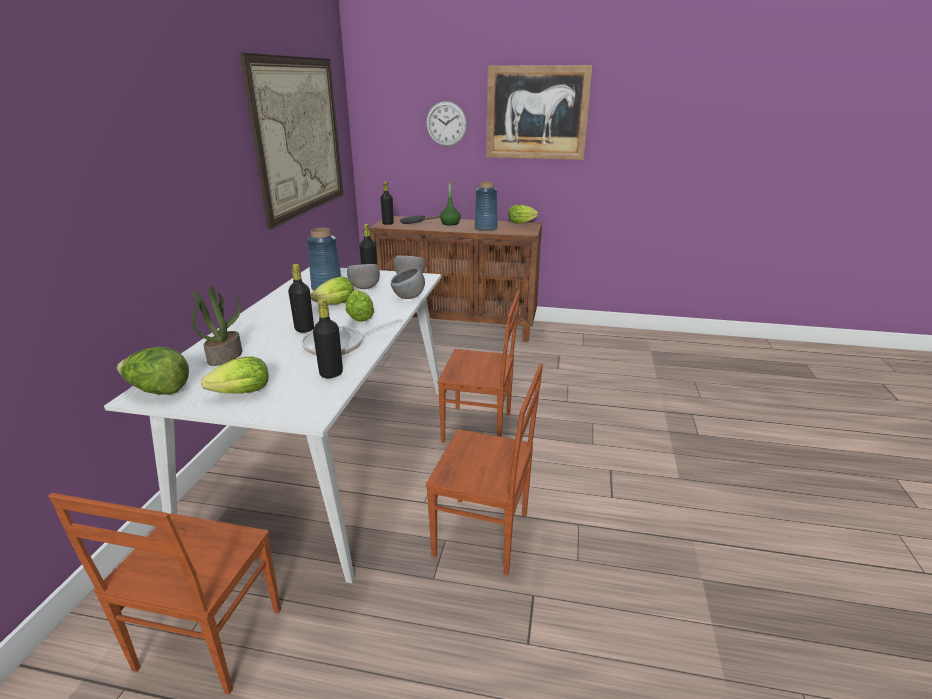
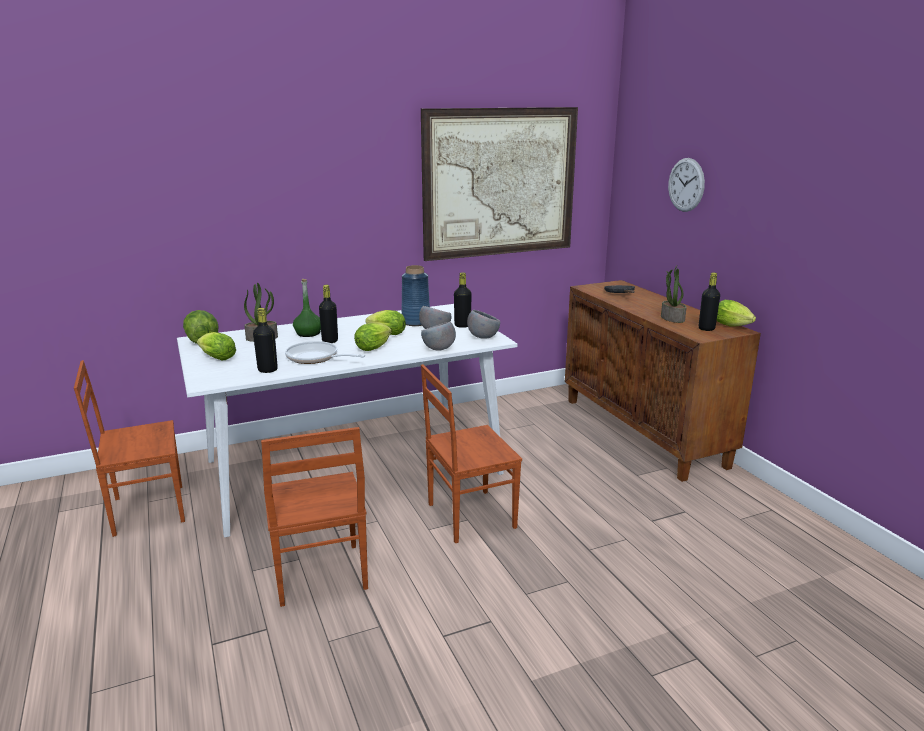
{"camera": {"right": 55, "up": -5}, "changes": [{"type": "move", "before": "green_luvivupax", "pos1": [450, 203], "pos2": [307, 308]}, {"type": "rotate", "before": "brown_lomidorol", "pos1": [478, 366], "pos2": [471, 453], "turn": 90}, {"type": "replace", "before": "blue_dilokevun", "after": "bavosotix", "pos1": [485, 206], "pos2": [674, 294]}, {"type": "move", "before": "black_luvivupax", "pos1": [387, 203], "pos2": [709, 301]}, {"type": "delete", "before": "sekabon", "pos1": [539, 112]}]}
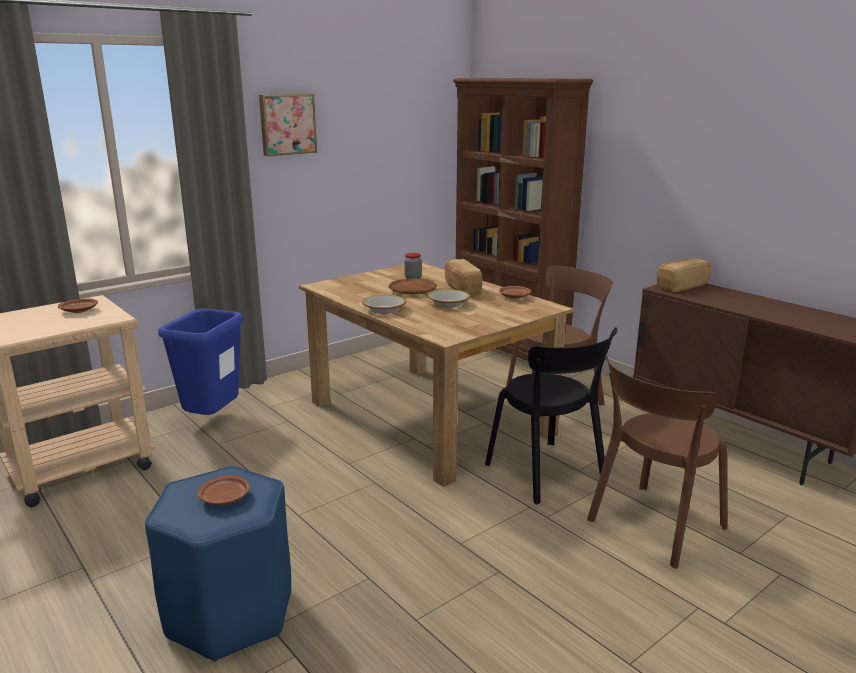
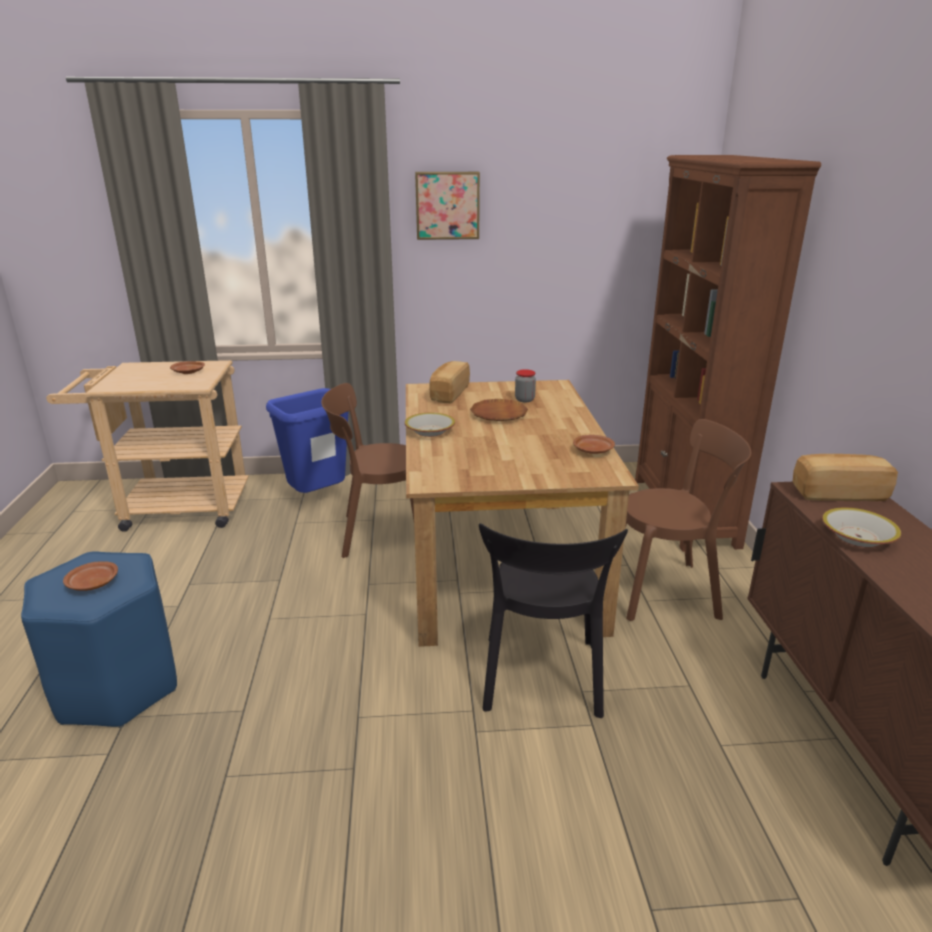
{"camera": {"right": 35, "up": 5}, "changes": [{"type": "move", "before": "brown_lomidorol", "pos1": [657, 462], "pos2": [367, 470]}, {"type": "move", "before": "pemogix", "pos1": [463, 277], "pos2": [449, 382]}, {"type": "move", "before": "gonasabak", "pos1": [448, 298], "pos2": [861, 527]}]}
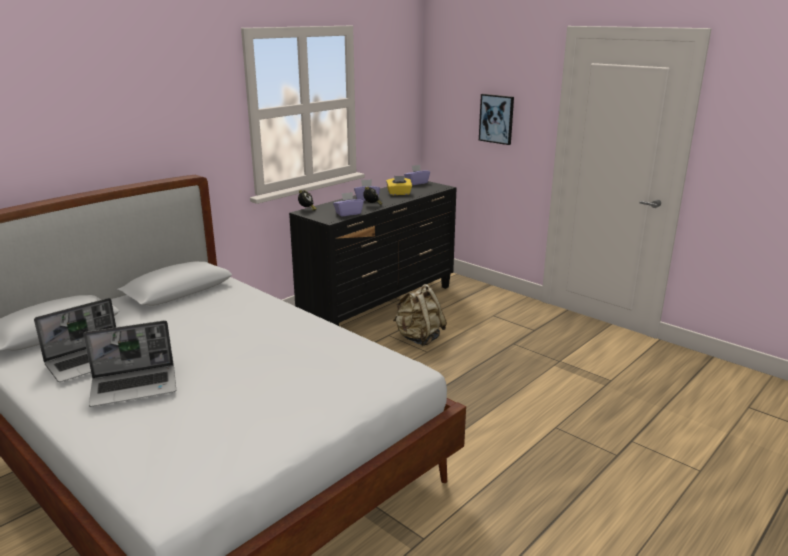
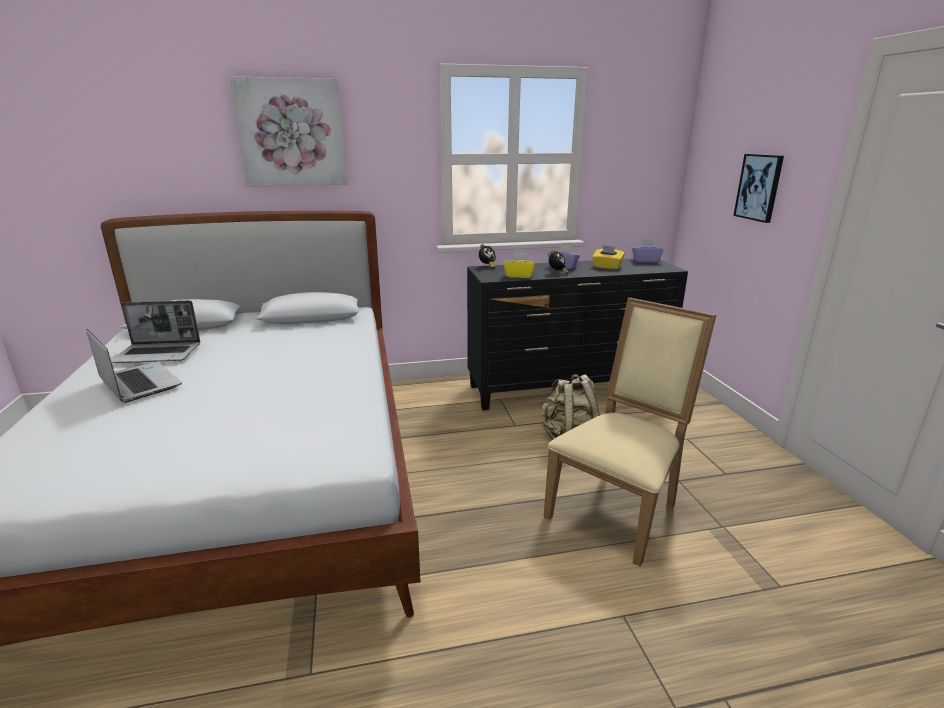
{"camera": {"right": 35, "up": 0}, "changes": [{"type": "rotate", "before": "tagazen", "pos1": [129, 363], "pos2": [134, 366], "turn": -150}, {"type": "insert", "after": "sekabon", "pos2": [288, 132]}, {"type": "recolor", "before": "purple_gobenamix", "after": "yellow_gobenamix", "pos1": [348, 204], "pos2": [519, 265]}, {"type": "insert", "after": "beige_lomidorol", "pos2": [630, 432]}]}
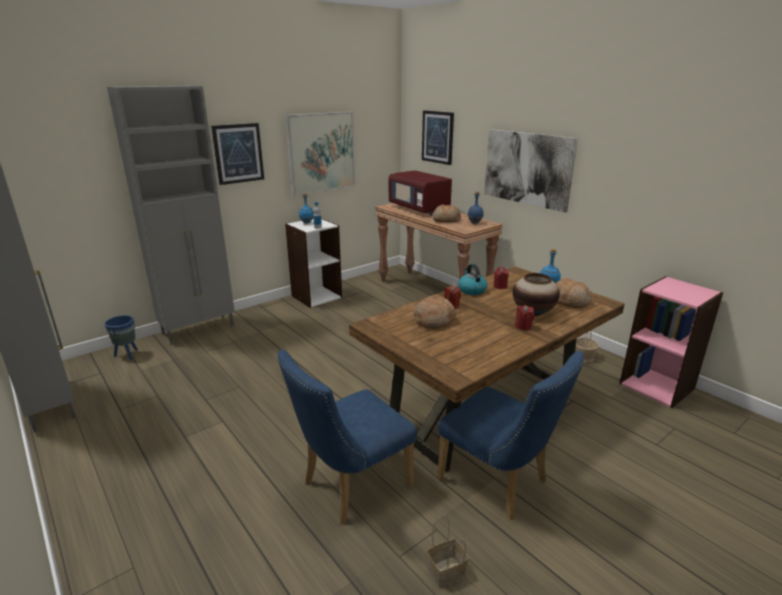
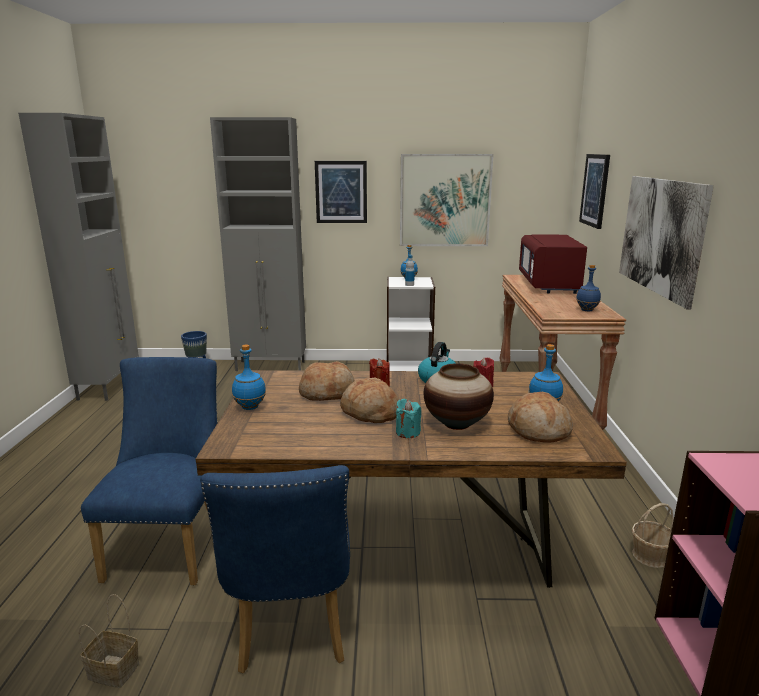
{"camera": {"right": 40, "up": -5}, "changes": [{"type": "rotate", "before": "blue_lomidorol", "pos1": [347, 437], "pos2": [149, 471], "turn": 90}, {"type": "insert", "after": "blue_luvivupax", "pos2": [249, 377]}, {"type": "move", "before": "pemogix", "pos1": [446, 213], "pos2": [369, 400]}, {"type": "recolor", "before": "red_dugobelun", "after": "turquoise_dugobelun", "pos1": [524, 317], "pos2": [408, 418]}]}
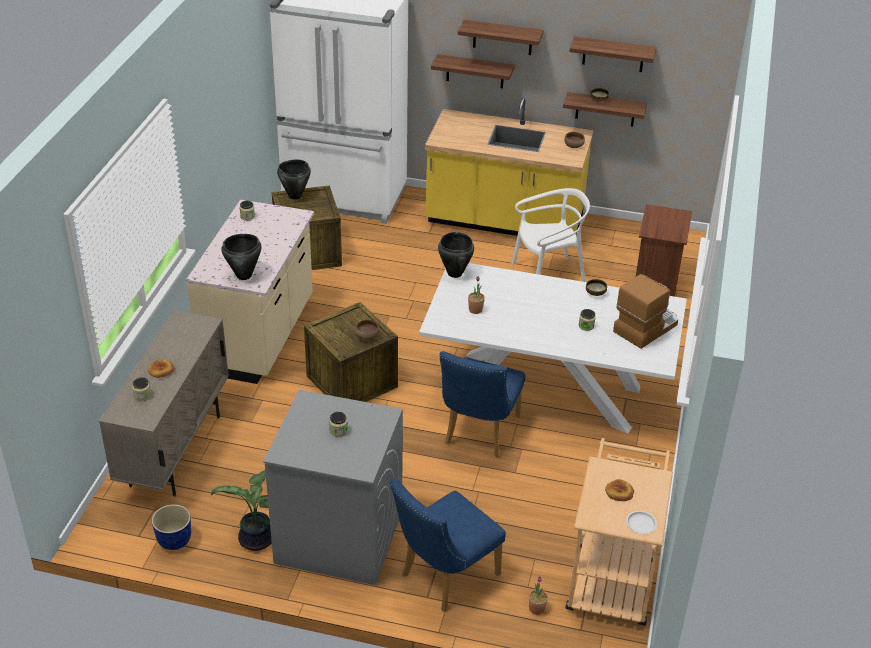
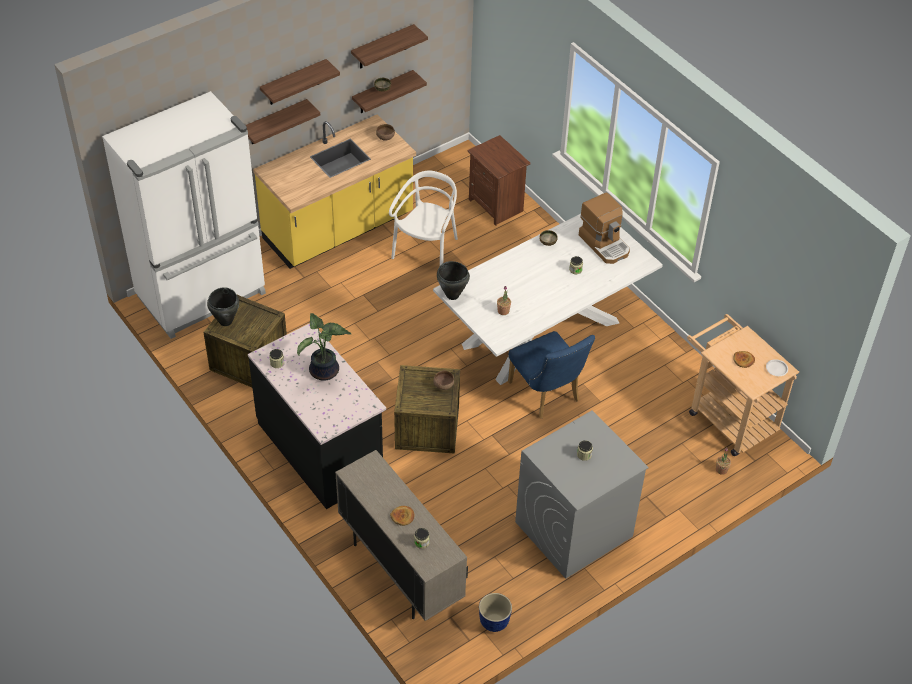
{"camera": {"right": -50, "up": 10}, "changes": [{"type": "recolor", "before": "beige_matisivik", "after": "black_matisivik", "pos1": [250, 292], "pos2": [317, 416]}, {"type": "move", "before": "bavosotix", "pos1": [241, 510], "pos2": [324, 347]}, {"type": "rotate", "before": "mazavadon", "pos1": [645, 311], "pos2": [604, 228], "turn": 150}, {"type": "delete", "before": "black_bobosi", "pos1": [242, 257]}, {"type": "delete", "before": "blue_lomidorol", "pos1": [448, 544]}]}
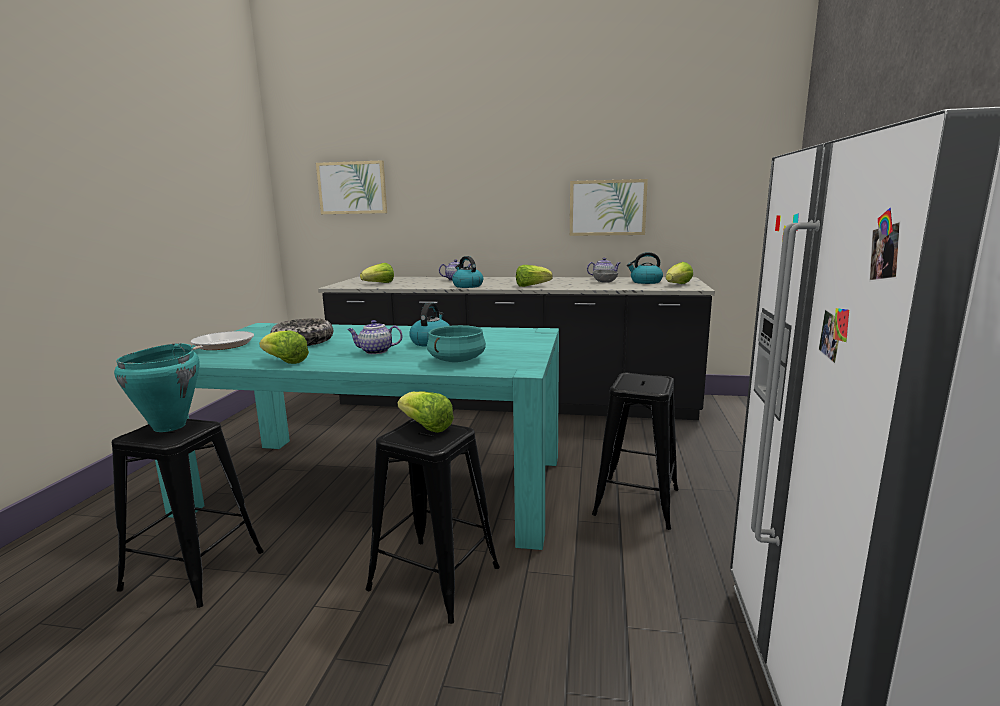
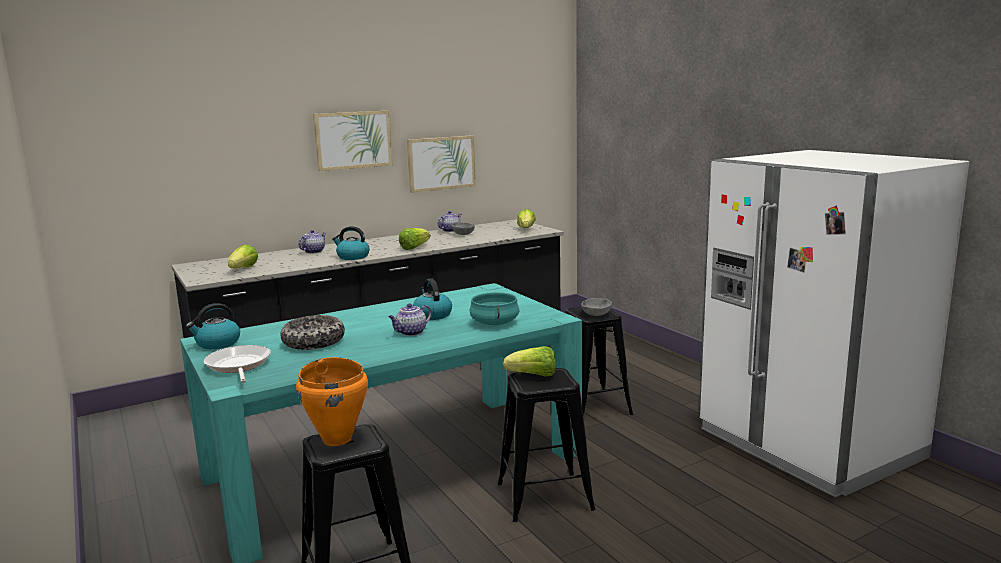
{"camera": {"right": -40, "up": 0}, "changes": [{"type": "move", "before": "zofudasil", "pos1": [645, 268], "pos2": [213, 326]}, {"type": "recolor", "before": "turquoise_bobosi", "after": "orange_bobosi", "pos1": [157, 387], "pos2": [332, 401]}, {"type": "move", "before": "sekabon", "pos1": [351, 187], "pos2": [353, 141]}, {"type": "insert", "after": "grey_gonasabak", "pos2": [596, 307]}, {"type": "delete", "before": "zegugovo", "pos1": [284, 347]}]}
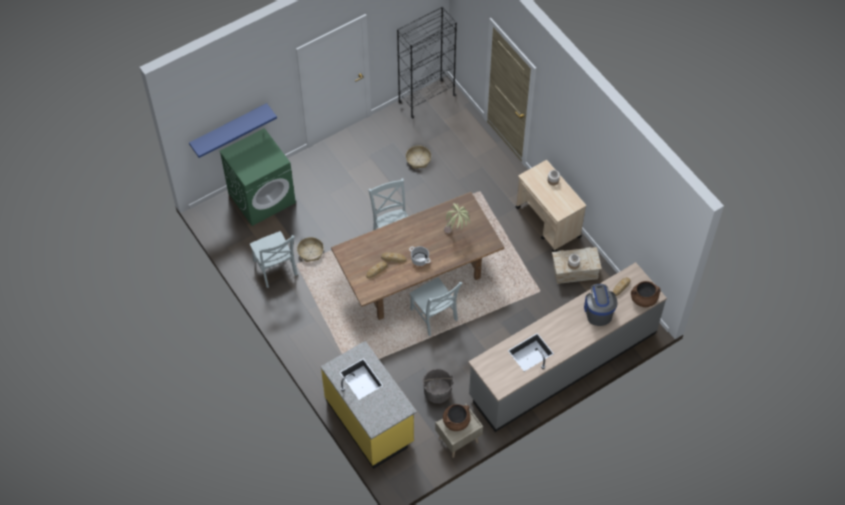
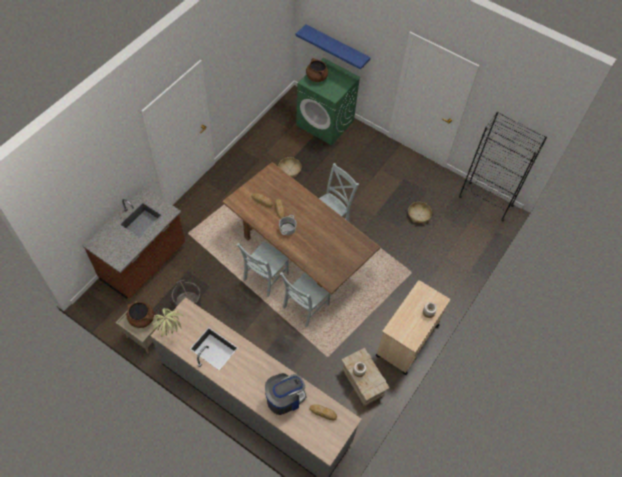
{"camera": {"right": 65, "up": 0}, "changes": [{"type": "recolor", "before": "yellow_matisivik", "after": "brown_matisivik", "pos1": [368, 405], "pos2": [134, 243]}, {"type": "move", "before": "bavosotix", "pos1": [457, 218], "pos2": [168, 322]}, {"type": "move", "before": "grey_lomidorol", "pos1": [274, 259], "pos2": [304, 300]}, {"type": "move", "before": "brown_bobosi", "pos1": [645, 294], "pos2": [317, 70]}]}
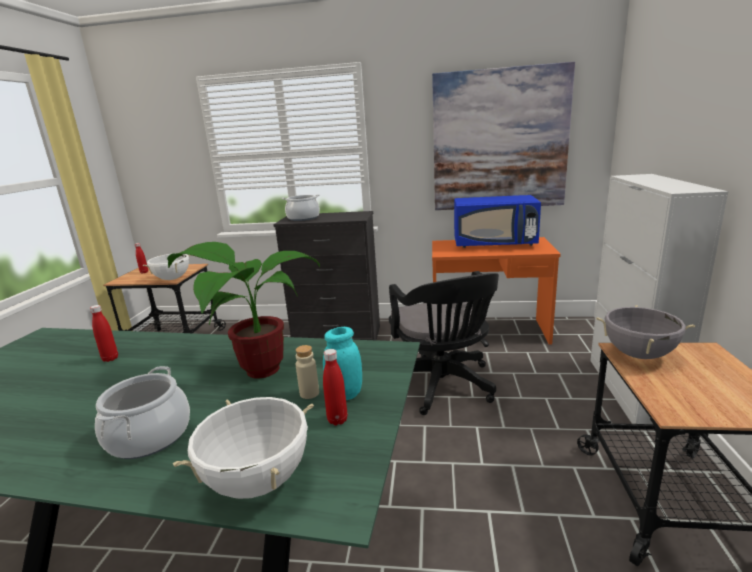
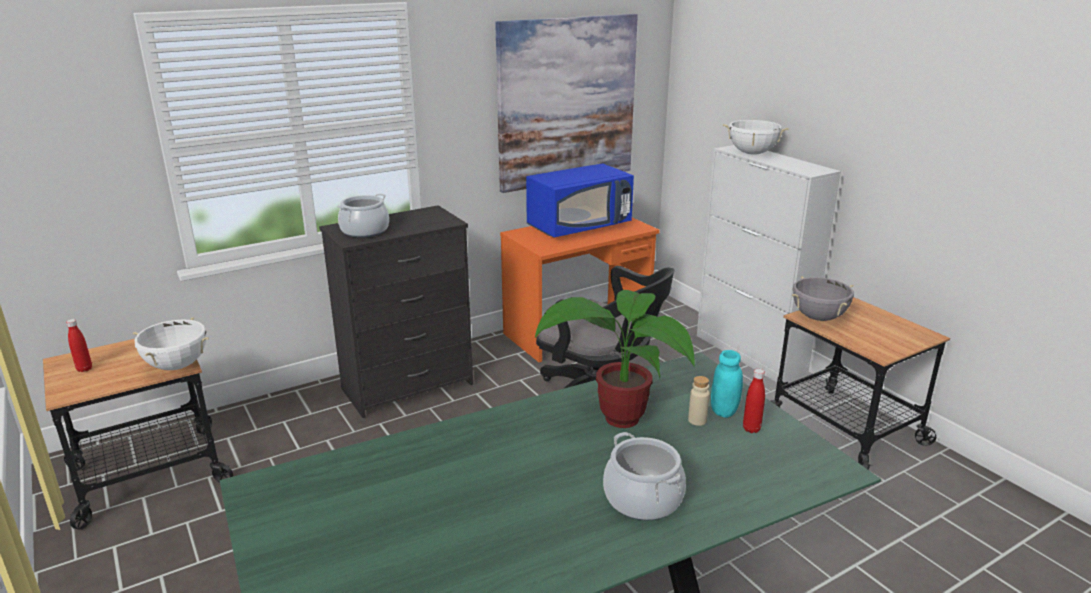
{"camera": {"right": -40, "up": 5}, "changes": [{"type": "move", "before": "white_bobosi", "pos1": [243, 448], "pos2": [756, 137]}, {"type": "delete", "before": "red_luvivupax", "pos1": [104, 333]}]}
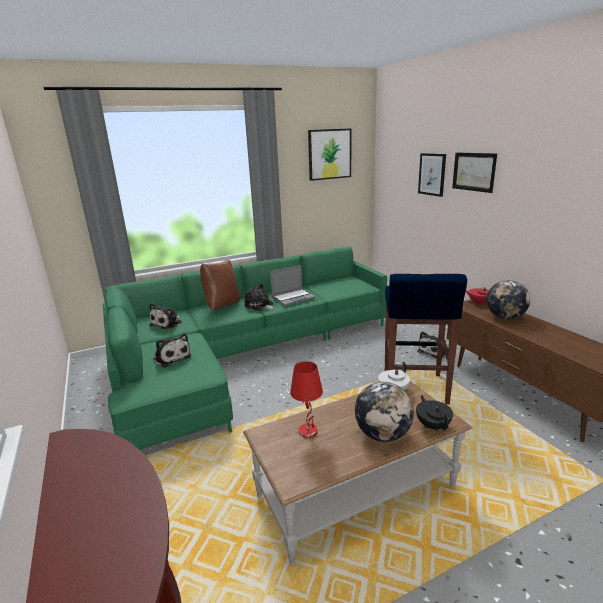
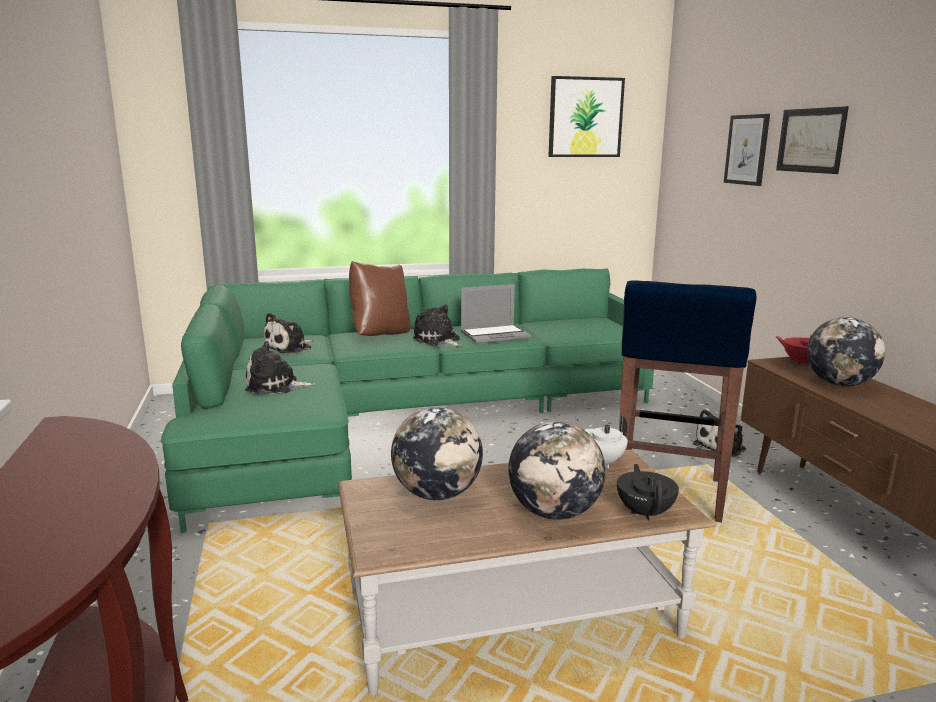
{"camera": {"right": 10, "up": -5}, "changes": [{"type": "rotate", "before": "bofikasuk", "pos1": [172, 350], "pos2": [280, 367], "turn": 120}, {"type": "replace", "before": "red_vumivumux", "after": "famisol", "pos1": [306, 399], "pos2": [437, 453]}]}
